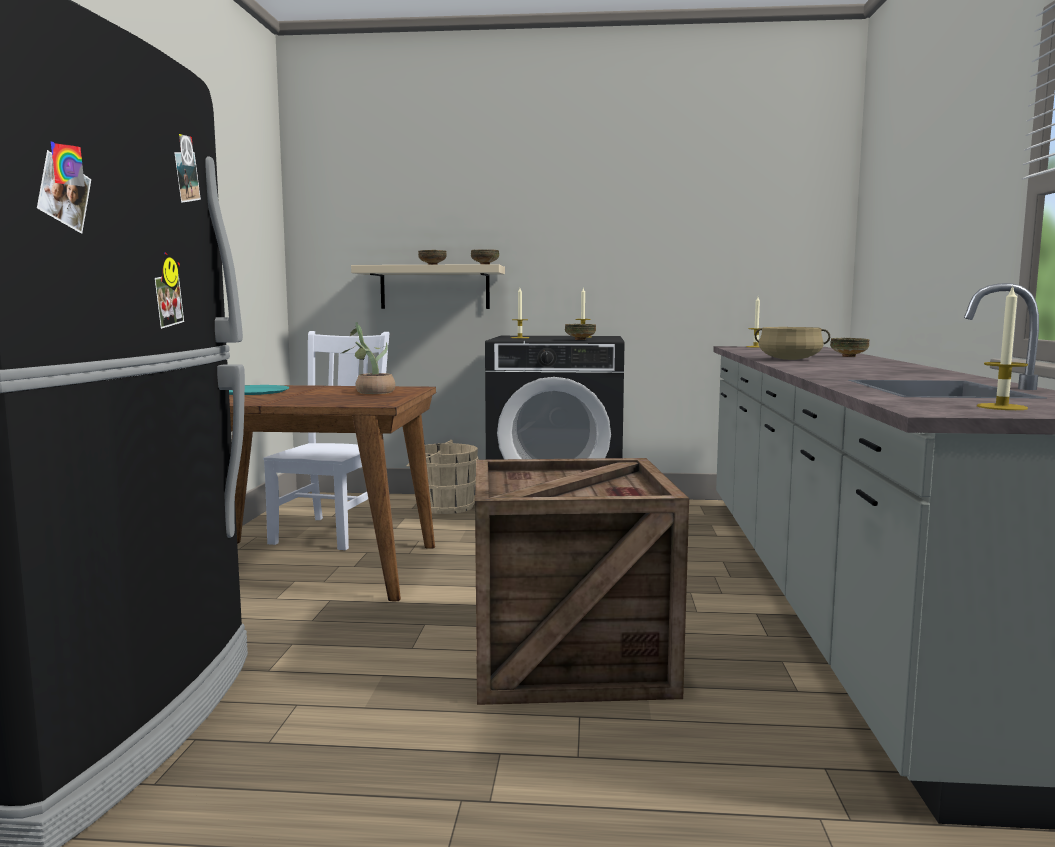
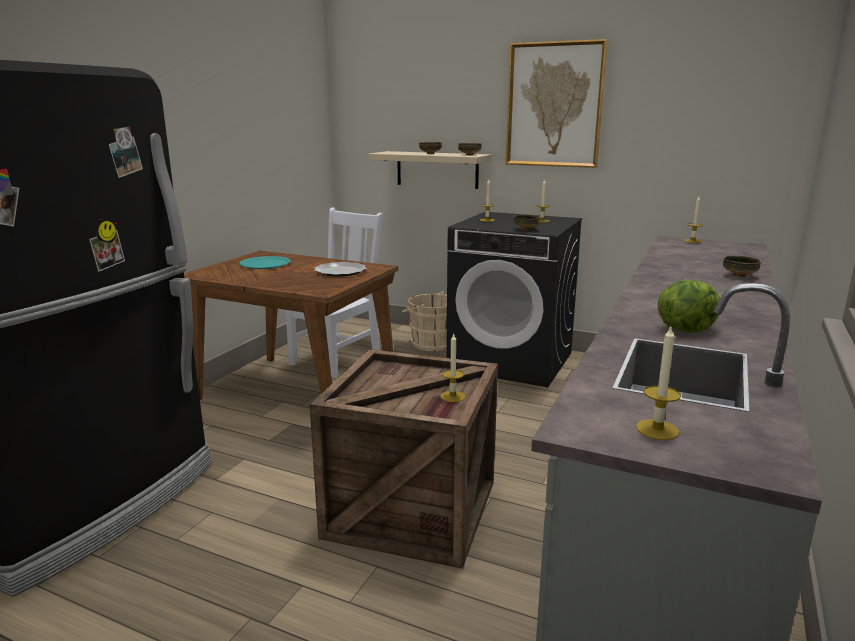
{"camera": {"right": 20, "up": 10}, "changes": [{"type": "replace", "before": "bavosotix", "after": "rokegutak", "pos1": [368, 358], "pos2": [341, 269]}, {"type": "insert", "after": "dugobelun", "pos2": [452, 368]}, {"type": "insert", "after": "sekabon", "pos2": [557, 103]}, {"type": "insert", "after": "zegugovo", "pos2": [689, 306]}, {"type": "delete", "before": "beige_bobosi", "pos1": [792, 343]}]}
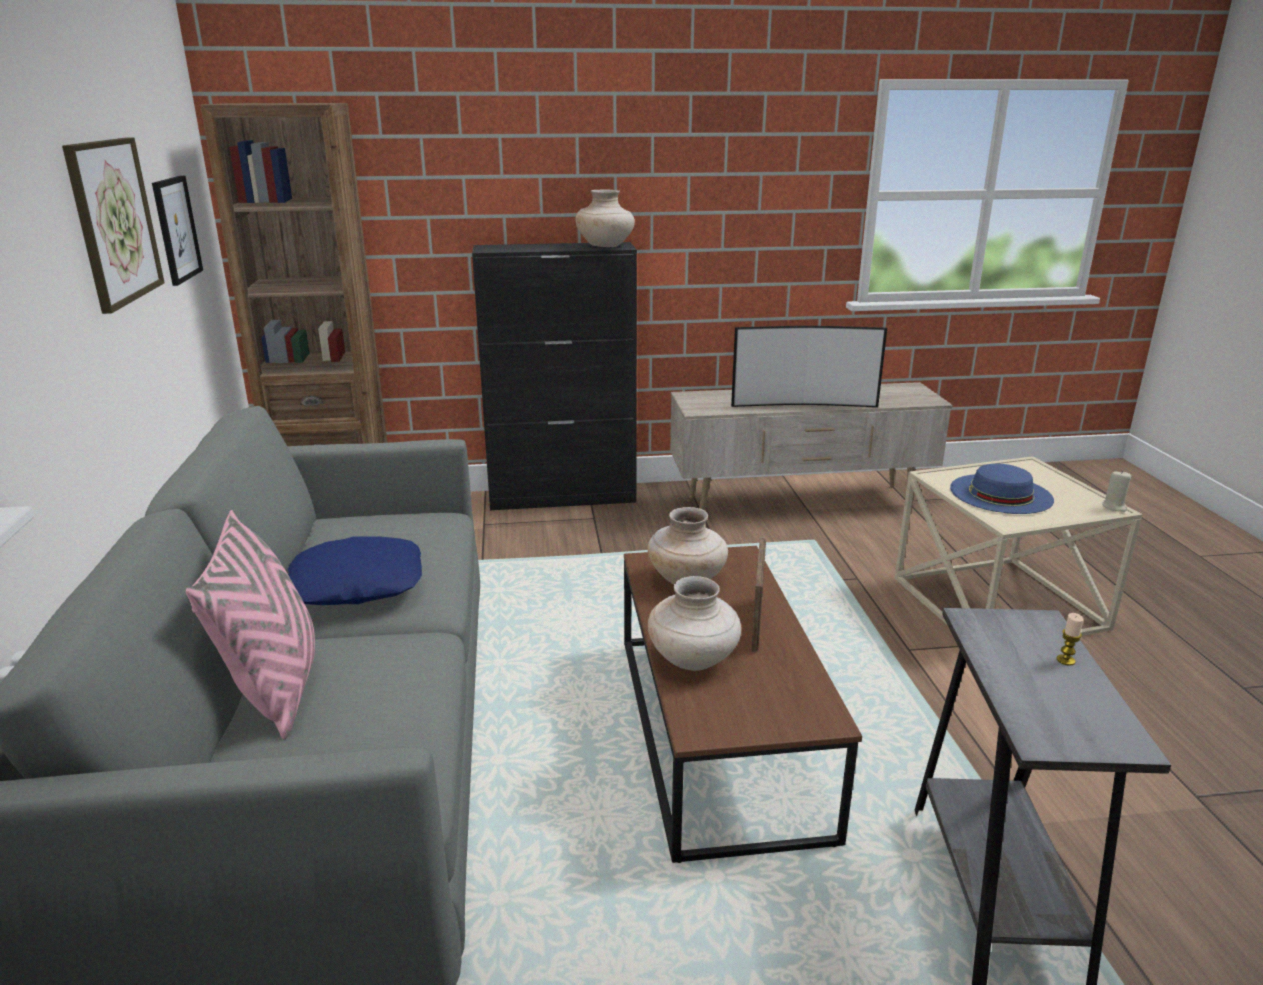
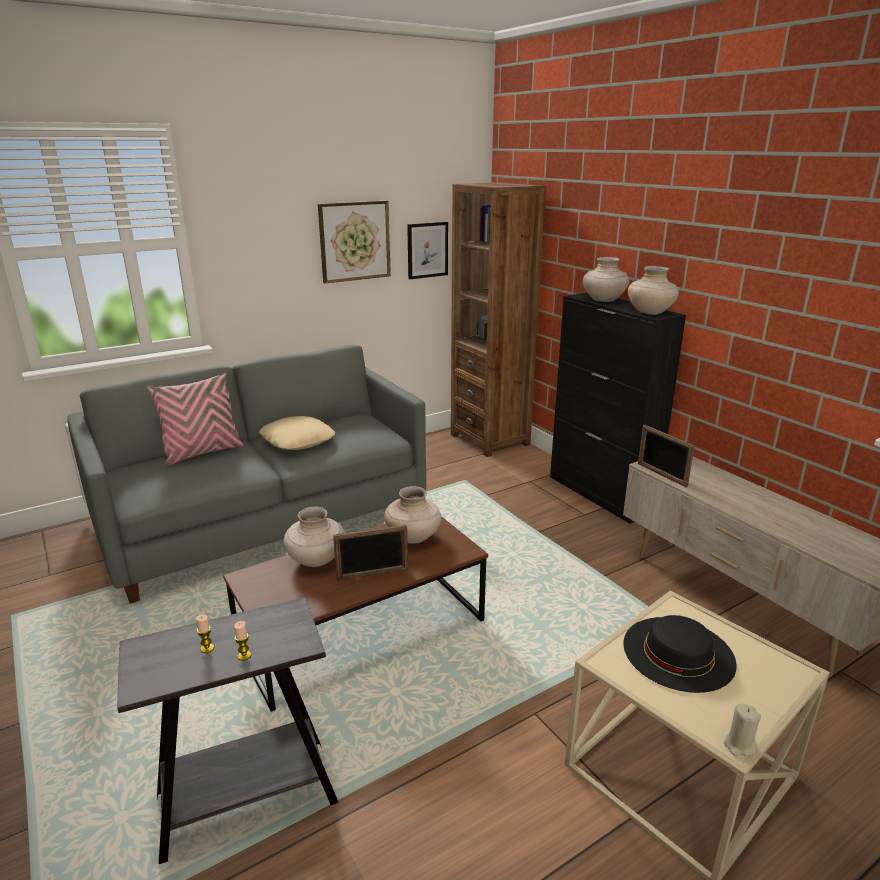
{"camera": {"right": 65, "up": 0}, "changes": [{"type": "insert", "after": "dugobelun", "pos2": [205, 634]}, {"type": "recolor", "before": "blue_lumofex", "after": "beige_lumofex", "pos1": [355, 570], "pos2": [297, 433]}, {"type": "insert", "after": "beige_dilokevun", "pos2": [606, 279]}, {"type": "recolor", "before": "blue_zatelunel", "after": "black_zatelunel", "pos1": [1002, 489], "pos2": [680, 654]}, {"type": "insert", "after": "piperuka", "pos2": [666, 456]}, {"type": "delete", "before": "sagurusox", "pos1": [809, 366]}]}
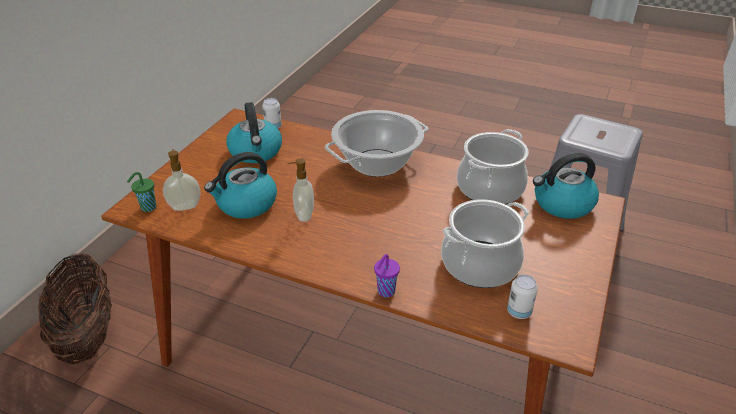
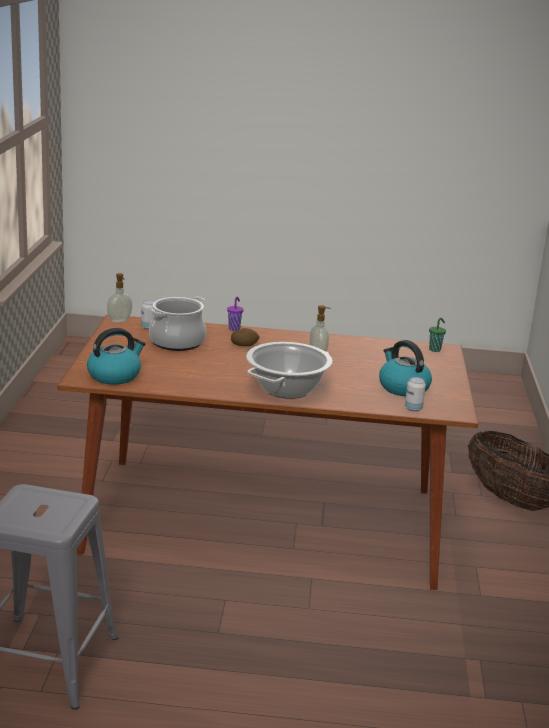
{"camera": {"right": 160, "up": -15}, "changes": [{"type": "move", "before": "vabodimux", "pos1": [181, 180], "pos2": [119, 297]}, {"type": "insert", "after": "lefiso", "pos2": [245, 337]}, {"type": "delete", "before": "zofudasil", "pos1": [240, 185]}, {"type": "delete", "before": "bobosi", "pos1": [493, 166]}]}
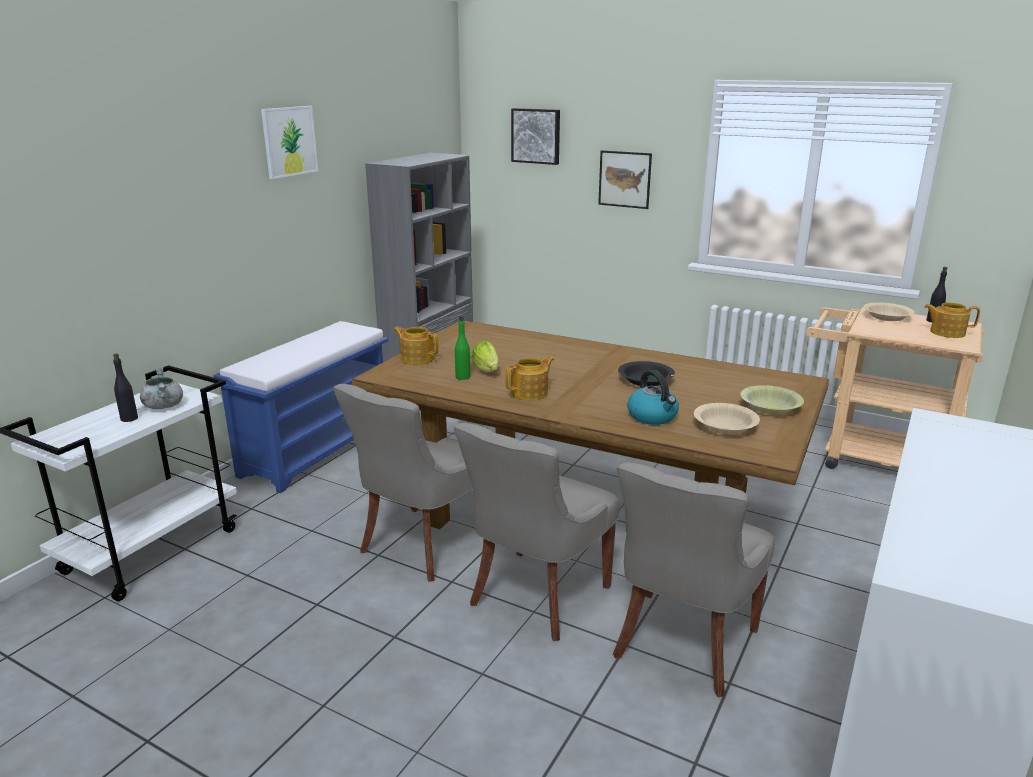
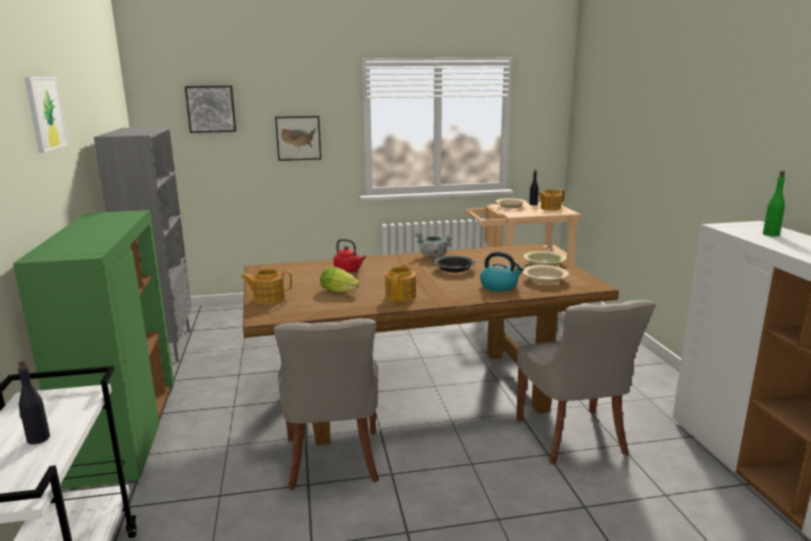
{"camera": {"right": -40, "up": -5}, "changes": [{"type": "replace", "before": "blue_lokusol", "after": "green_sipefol", "pos1": [300, 407], "pos2": [93, 350]}, {"type": "insert", "after": "red_zofudasil", "pos2": [350, 256]}, {"type": "move", "before": "grey_bobosi", "pos1": [161, 388], "pos2": [434, 245]}, {"type": "move", "before": "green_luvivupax", "pos1": [463, 347], "pos2": [774, 203]}, {"type": "delete", "before": "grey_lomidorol", "pos1": [536, 532]}]}
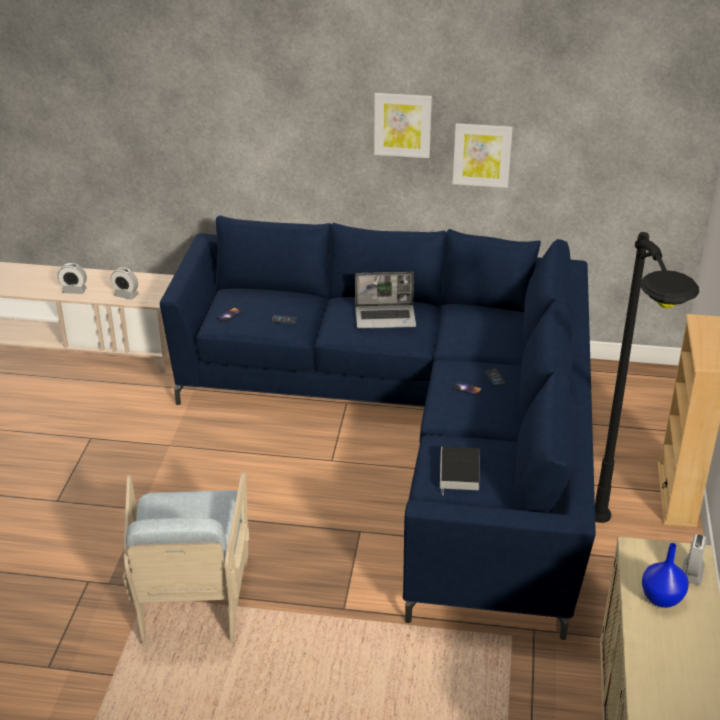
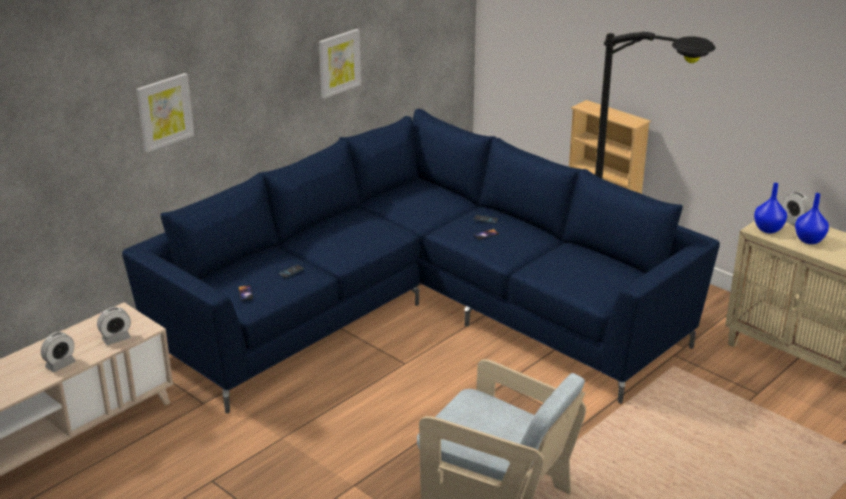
{"camera": {"right": -55, "up": -5}, "changes": [{"type": "move", "before": "sekabon", "pos1": [403, 125], "pos2": [165, 113]}, {"type": "insert", "after": "blue_dilokevun", "pos2": [770, 208]}, {"type": "delete", "before": "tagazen", "pos1": [385, 300]}, {"type": "delete", "before": "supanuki", "pos1": [460, 471]}]}
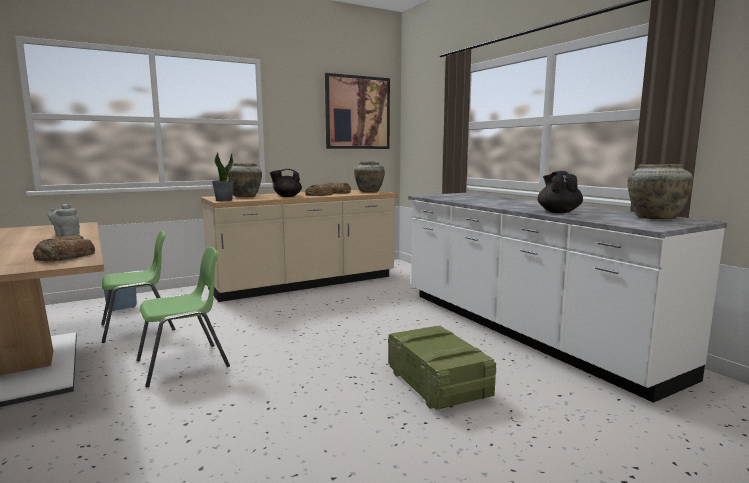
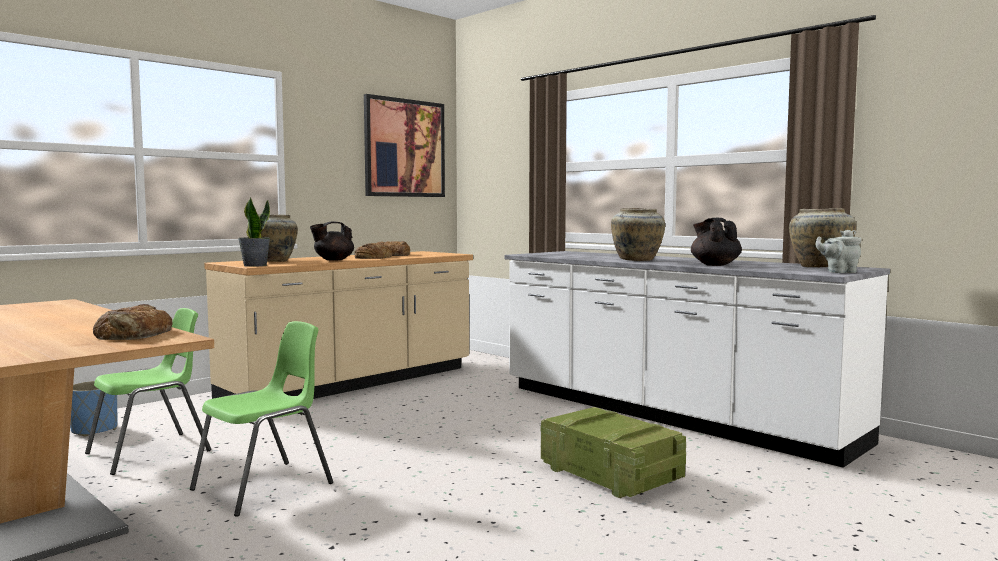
{"camera": {"right": -15, "up": -5}, "changes": [{"type": "move", "before": "beige_dilokevun", "pos1": [369, 177], "pos2": [638, 234]}, {"type": "move", "before": "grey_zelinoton", "pos1": [63, 220], "pos2": [838, 251]}]}
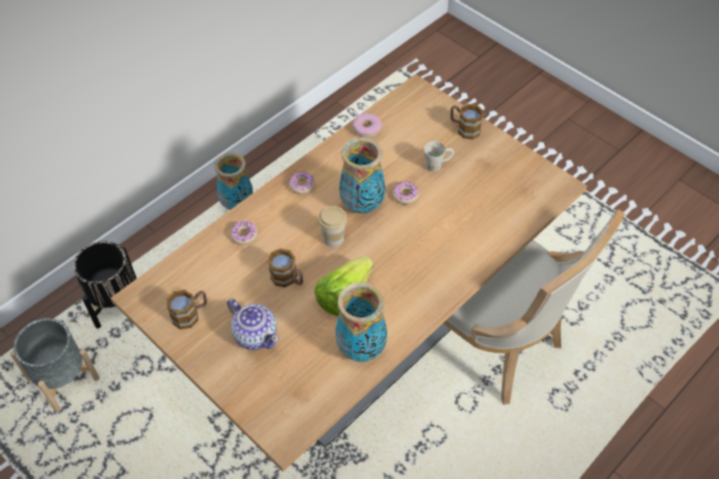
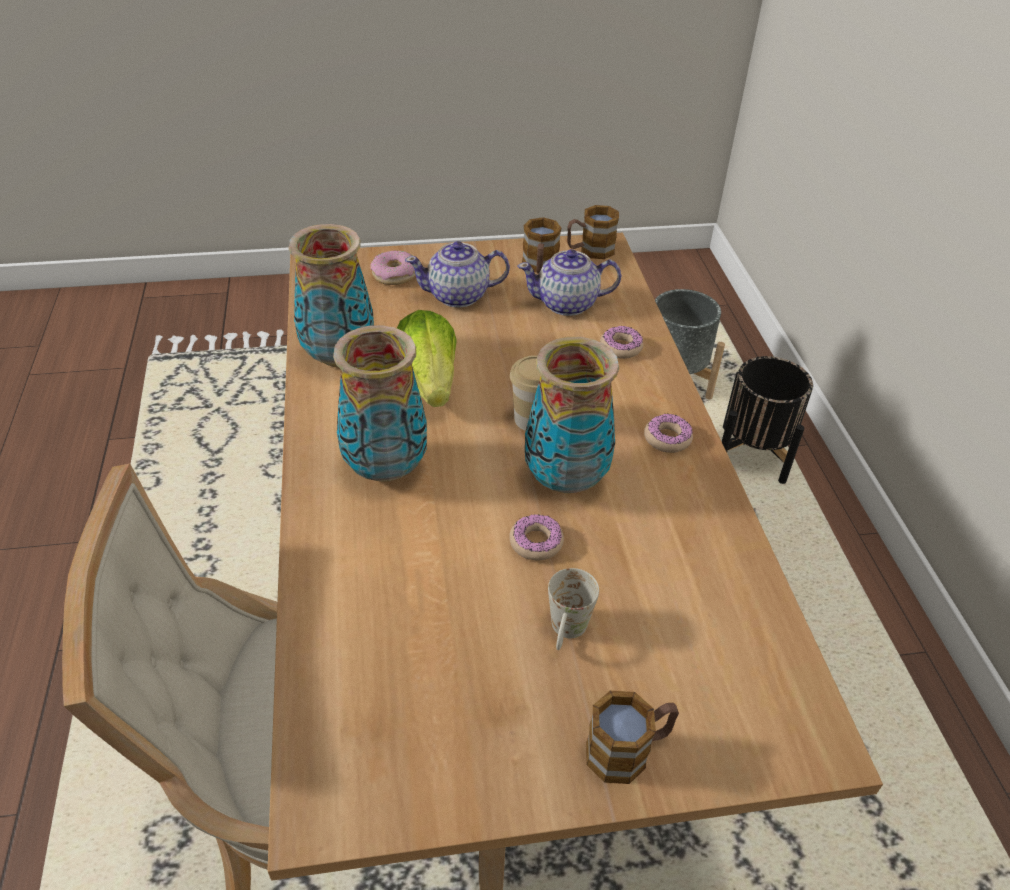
{"camera": {"right": 125, "up": -10}, "changes": [{"type": "move", "before": "dilokevun", "pos1": [233, 181], "pos2": [380, 403]}, {"type": "move", "before": "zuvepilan", "pos1": [367, 125], "pos2": [393, 268]}, {"type": "insert", "after": "zelinoton", "pos2": [569, 282]}, {"type": "move", "before": "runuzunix", "pos1": [285, 267], "pos2": [593, 232]}]}
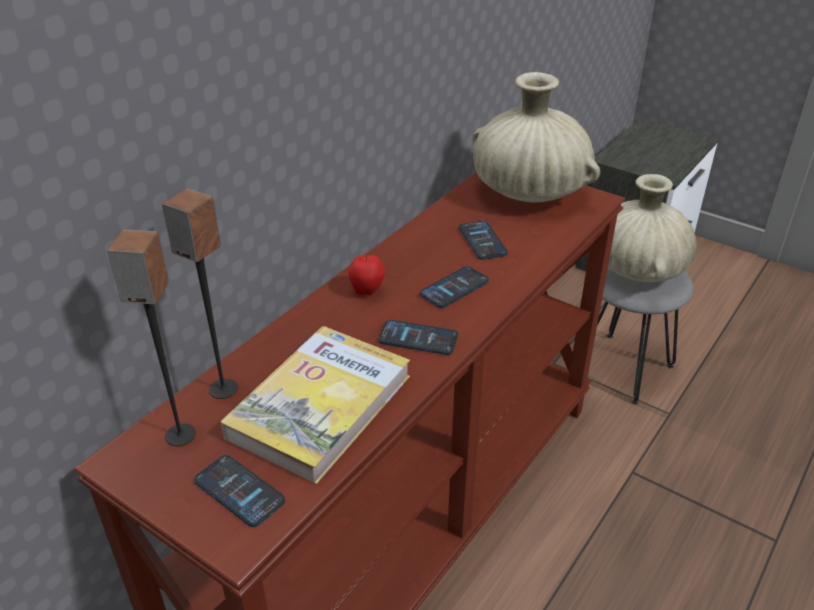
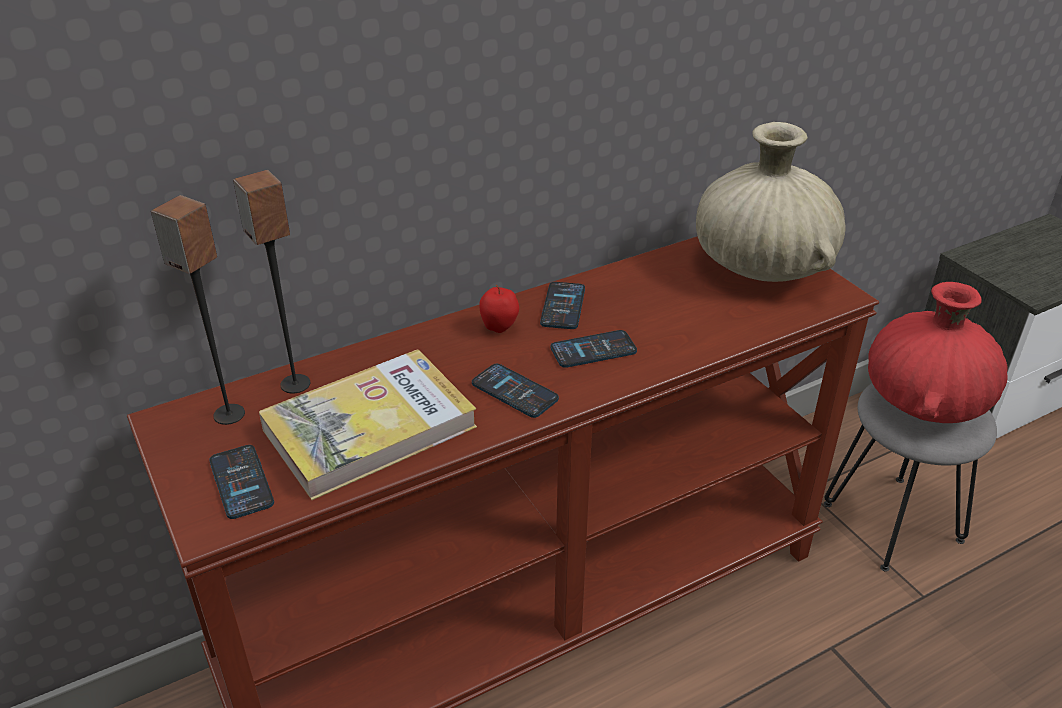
{"camera": {"right": 25, "up": 0}, "changes": [{"type": "move", "before": "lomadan", "pos1": [483, 240], "pos2": [562, 305]}, {"type": "recolor", "before": "beige_dilokevun", "after": "red_dilokevun", "pos1": [652, 228], "pos2": [938, 352]}]}
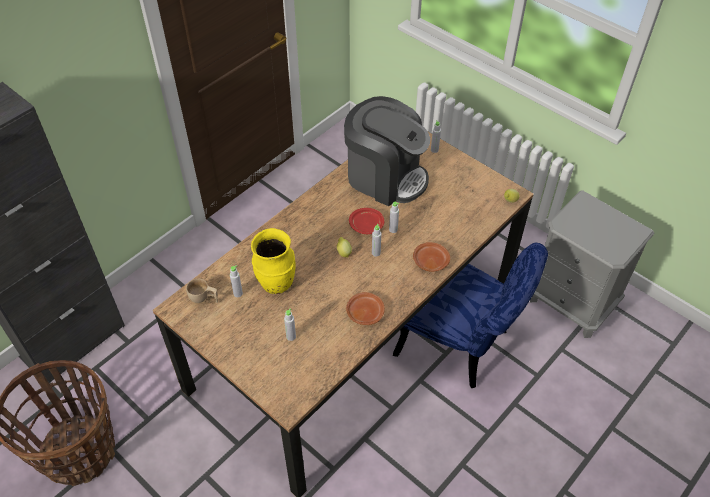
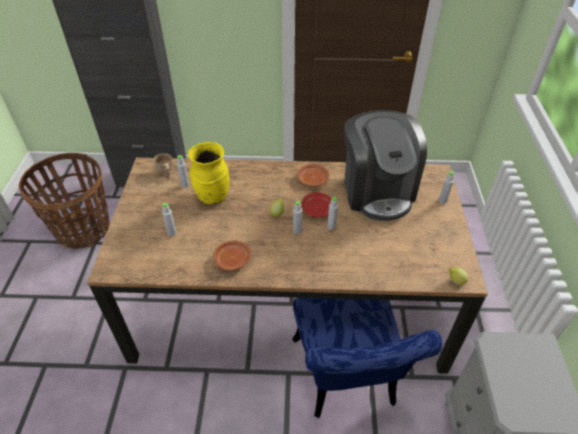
{"camera": {"right": 50, "up": -5}, "changes": [{"type": "move", "before": "brown_rokegutak", "pos1": [431, 257], "pos2": [313, 175]}]}
